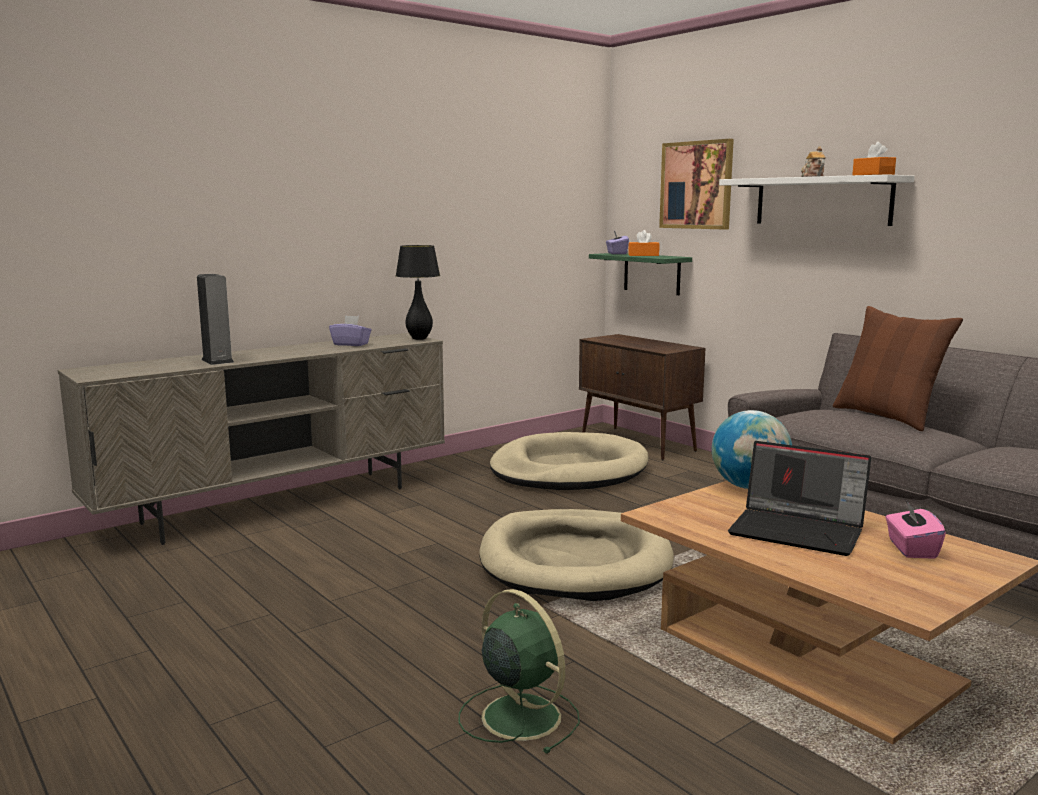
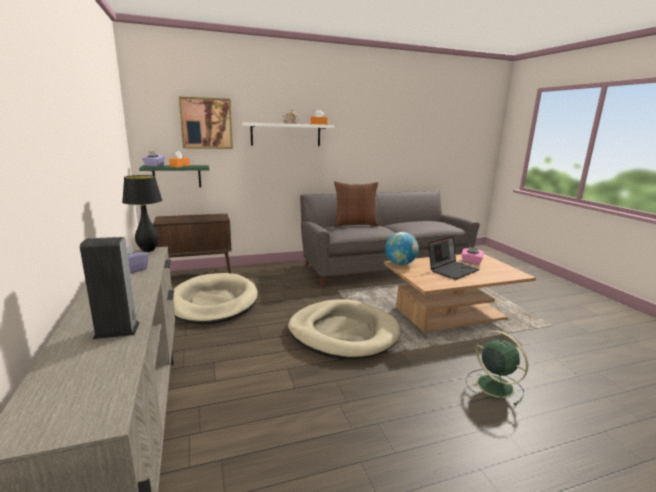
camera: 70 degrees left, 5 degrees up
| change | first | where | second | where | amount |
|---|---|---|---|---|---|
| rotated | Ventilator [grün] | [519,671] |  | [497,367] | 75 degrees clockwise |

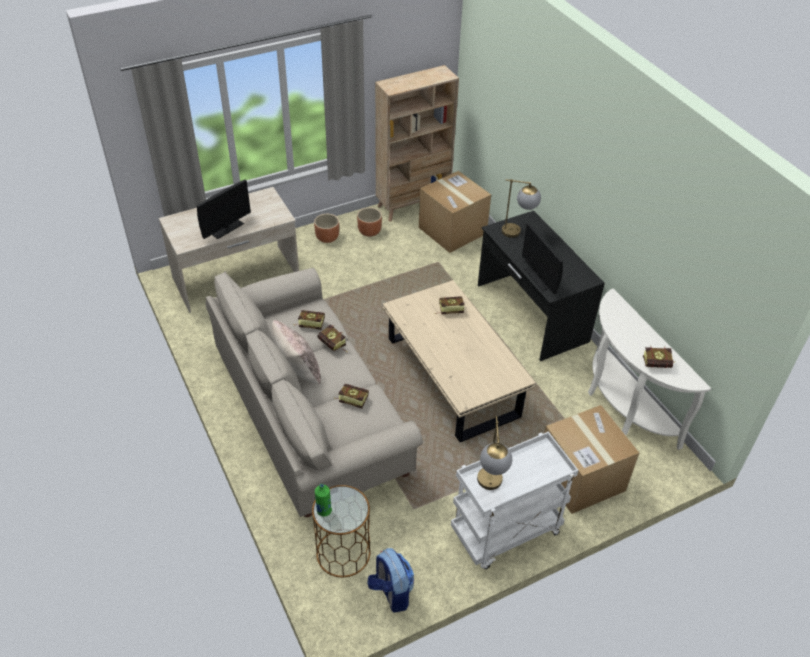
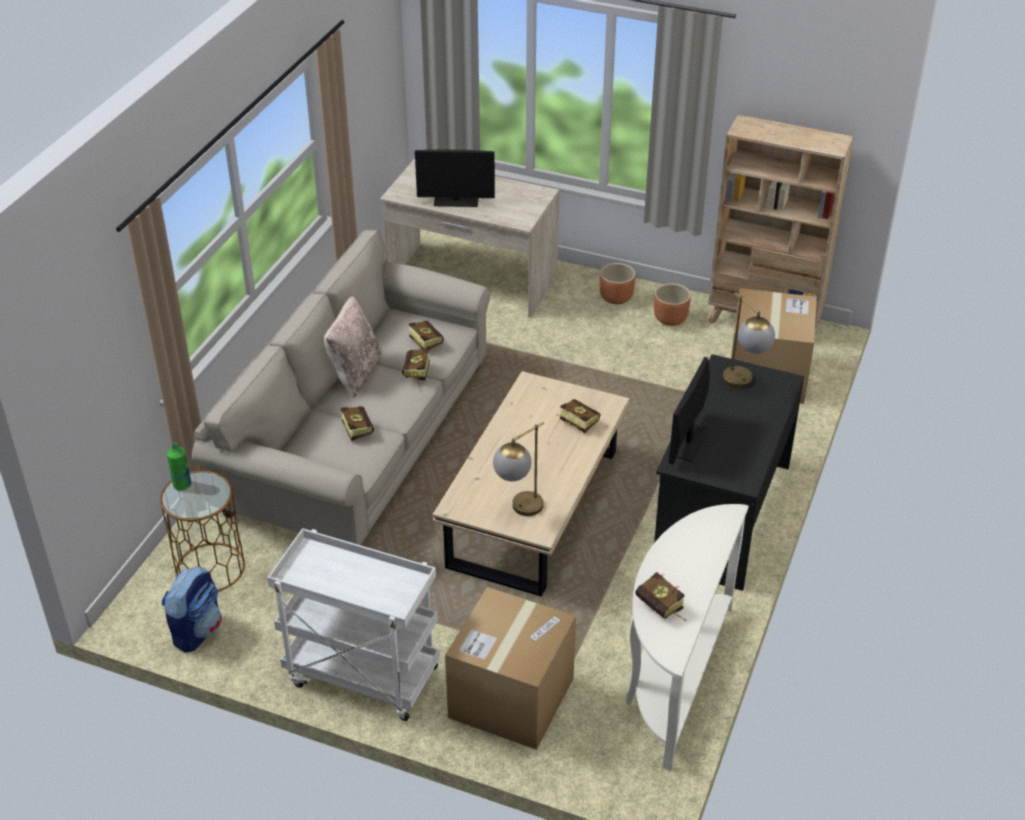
camera: 50 degrees right, 5 degrees down
| change | first | where | second | where | amount |
|---|---|---|---|---|---|
| shifted | Tischlampe | [494,453] |  | [518,469] |  |

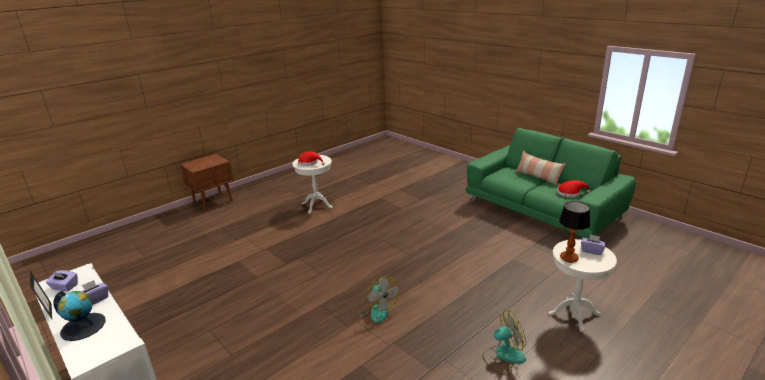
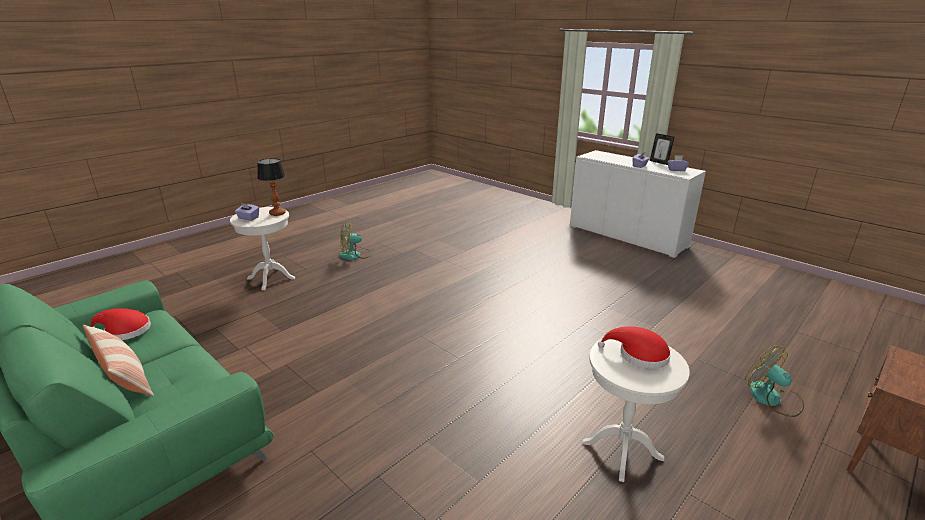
camera: 175 degrees right, 0 degrees up
| change | first | where | second | where | amount |
|---|---|---|---|---|---|
| gone | Globus | [79,316] |  |  |  |
| shifted | Ventilator | [377,299] |  | [774,381] |  |

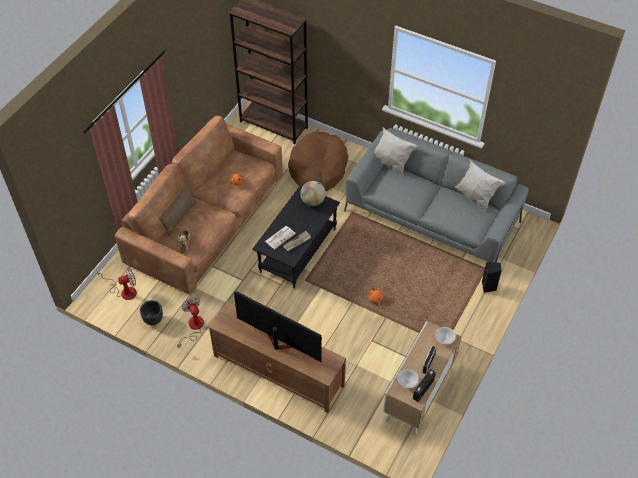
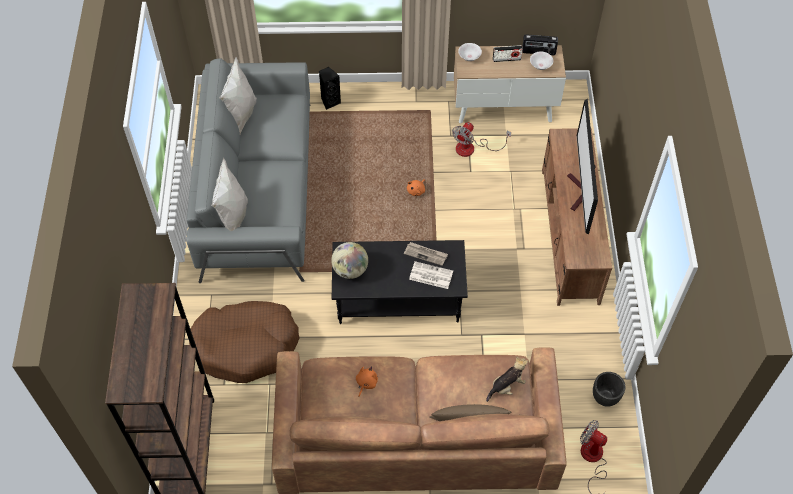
camera: 120 degrees left, 5 degrees up
| change | first | where | second | where | amount |
|---|---|---|---|---|---|
| shifted | Ventilator | [190,322] |  | [481,139] |  |

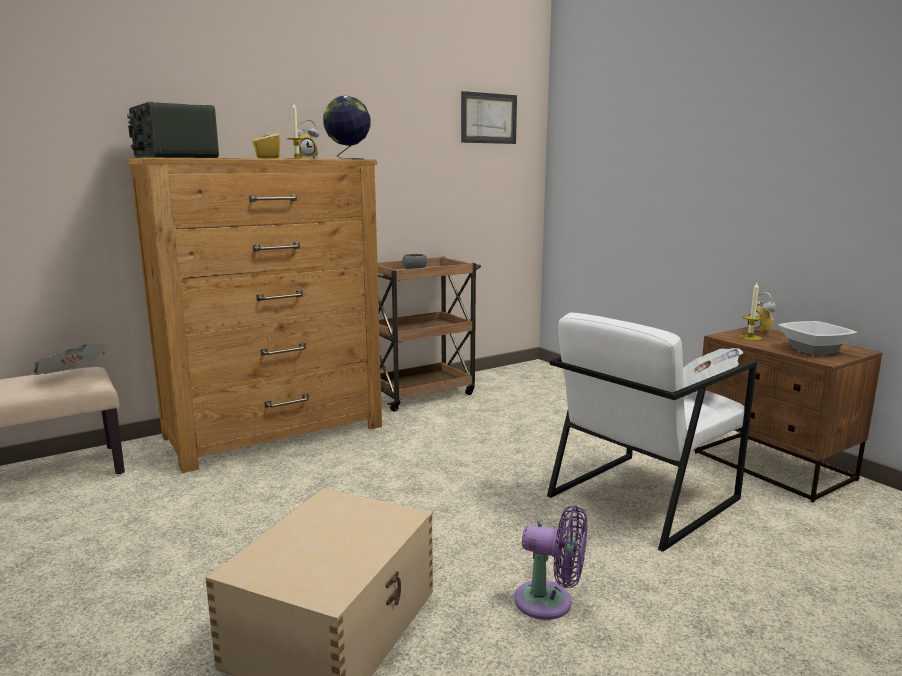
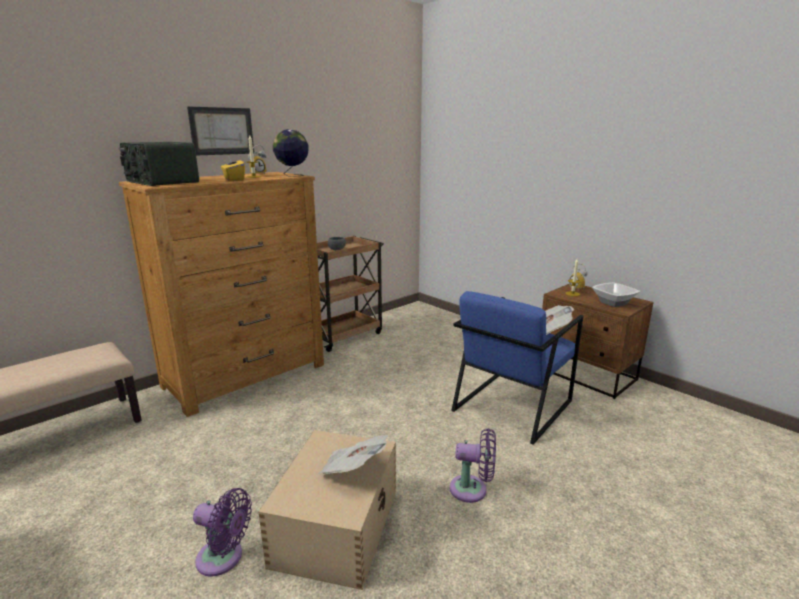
camera: 10 degrees left, 5 degrees up
| change | first | where | second | where | amount |
|---|---|---|---|---|---|
| new |  |  | Ventilator [lila] | [222,532] |  |
| shifted | Zeitung | [69,359] |  | [353,454] |  |
| shifted | Bild | [489,117] |  | [220,131] |  |
| repainted | Sessel [weiß] | [652,432] | Sessel [blau] | [517,368] |  |

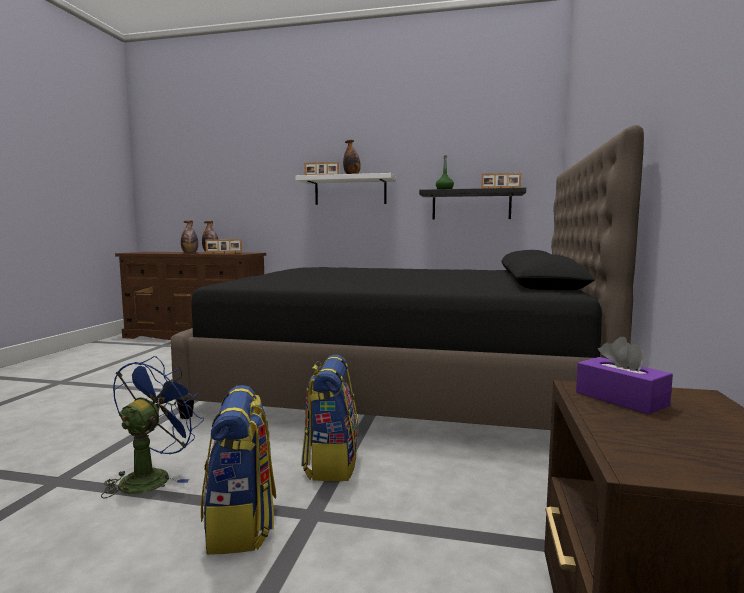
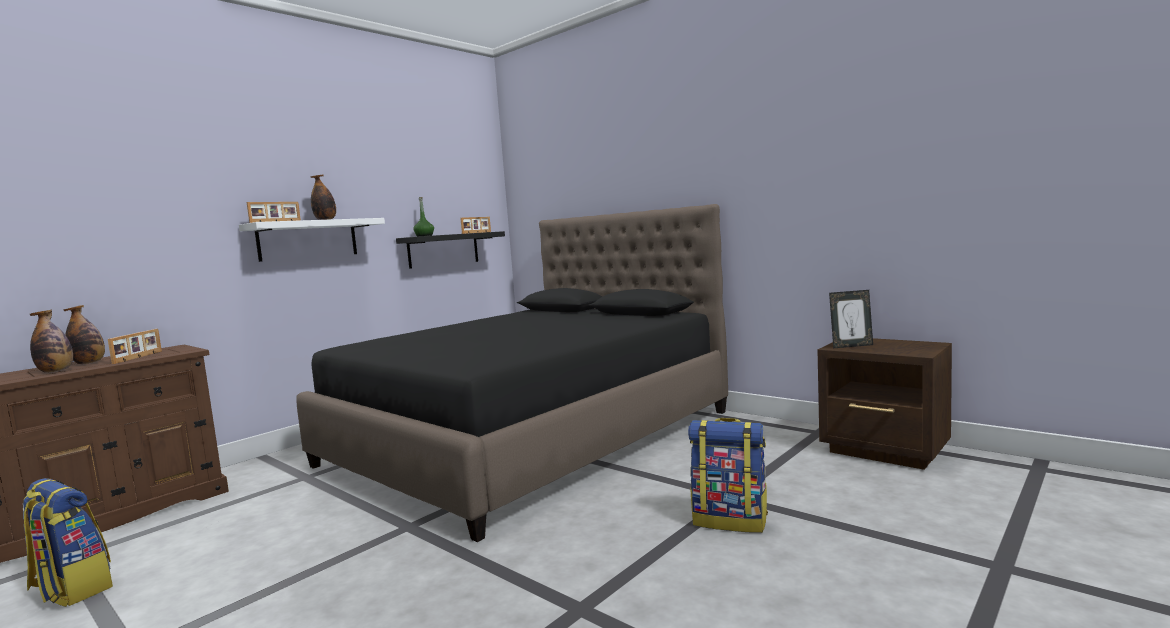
camera: 60 degrees left, 0 degrees up
| change | first | where | second | where | amount |
|---|---|---|---|---|---|
| gone | Ventilator [blau] | [152,427] |  |  |  |
| shifted | Rucksack | [330,418] |  | [67,542] |  |
| swapped | Taschentuchbox [lila] | [624,376] | Bilderrahmen | [851,319] |  |

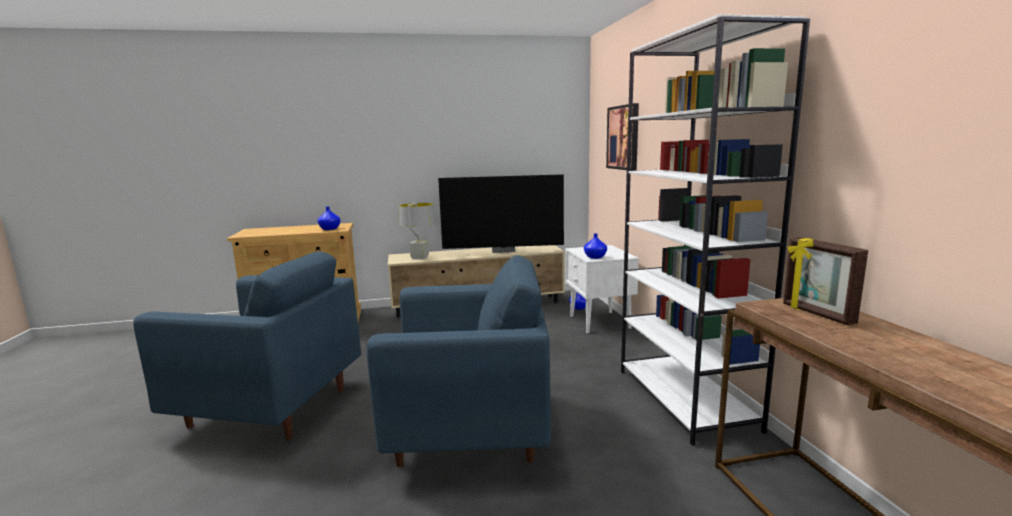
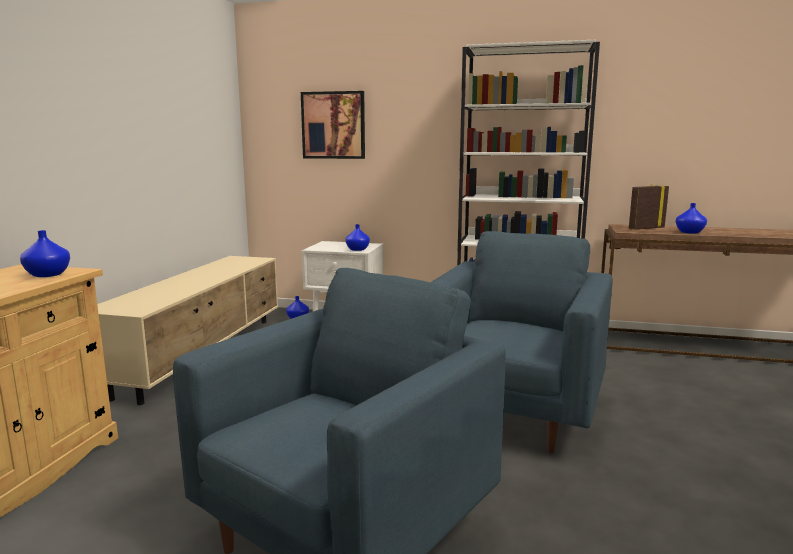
camera: 65 degrees left, 0 degrees up
| change | first | where | second | where | amount |
|---|---|---|---|---|---|
| gone | Tischlampe [grau] | [417,230] |  |  |  |
| gone | Fernseher | [501,213] |  |  |  |
| new |  |  | Vase [blau] | [691,218] |  |
| rotated | Bilderrahmen | [825,281] |  | [649,207] | 150 degrees clockwise |

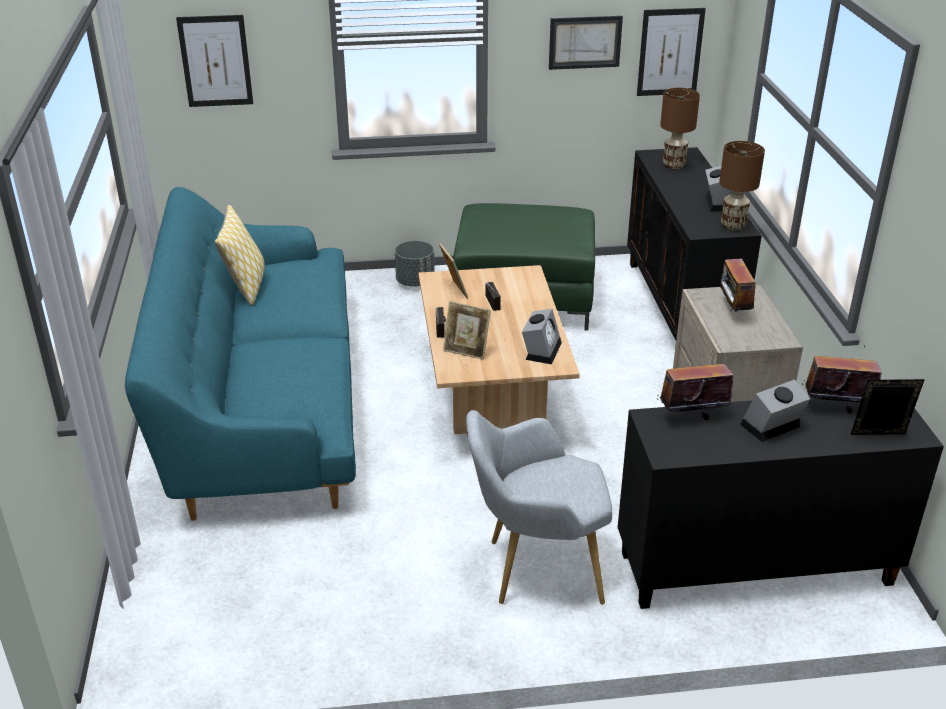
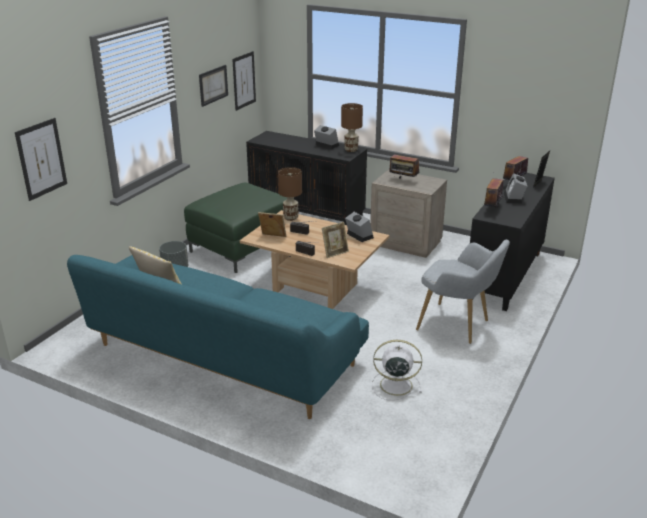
camera: 55 degrees left, 5 degrees down
| change | first | where | second | where | amount |
|---|---|---|---|---|---|
| new |  |  | Ventilator [weiß] | [397,370] |  |
| shifted | Tischlampe [braun] | [680,128] |  | [290,194] |  |
| rotated | Sessel [grau] | [539,507] |  | [463,292] | 90 degrees counterclockwise |

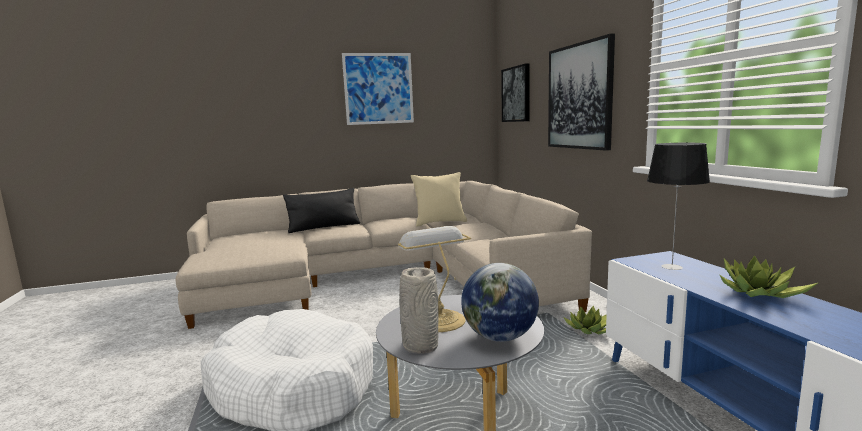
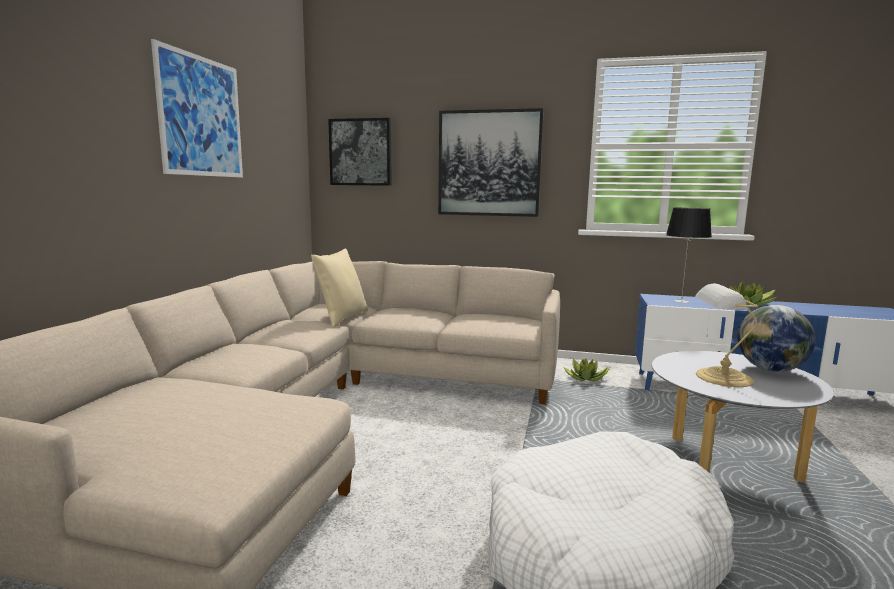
camera: 60 degrees left, 0 degrees up
| change | first | where | second | where | amount |
|---|---|---|---|---|---|
| gone | Kissen [schwarz] | [321,210] |  |  |  |
| gone | Vase [grau] | [419,310] |  |  |  |

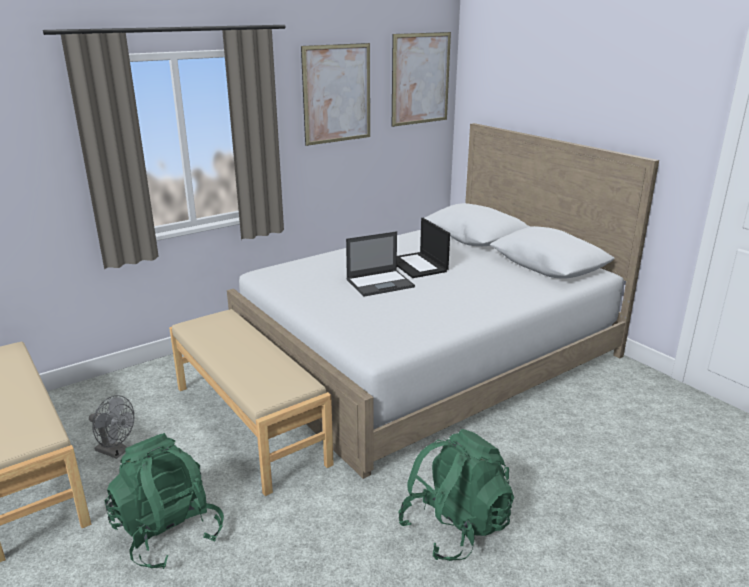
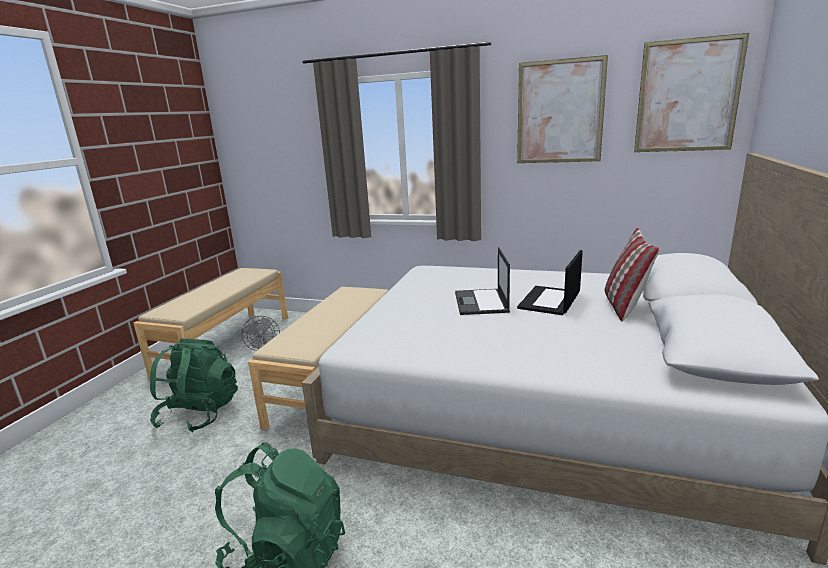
camera: 55 degrees right, 5 degrees down
| change | first | where | second | where | amount |
|---|---|---|---|---|---|
| new |  |  | Kissen | [632,274] |  |
| rotated | Laptop | [380,264] |  | [482,281] | 60 degrees clockwise |

